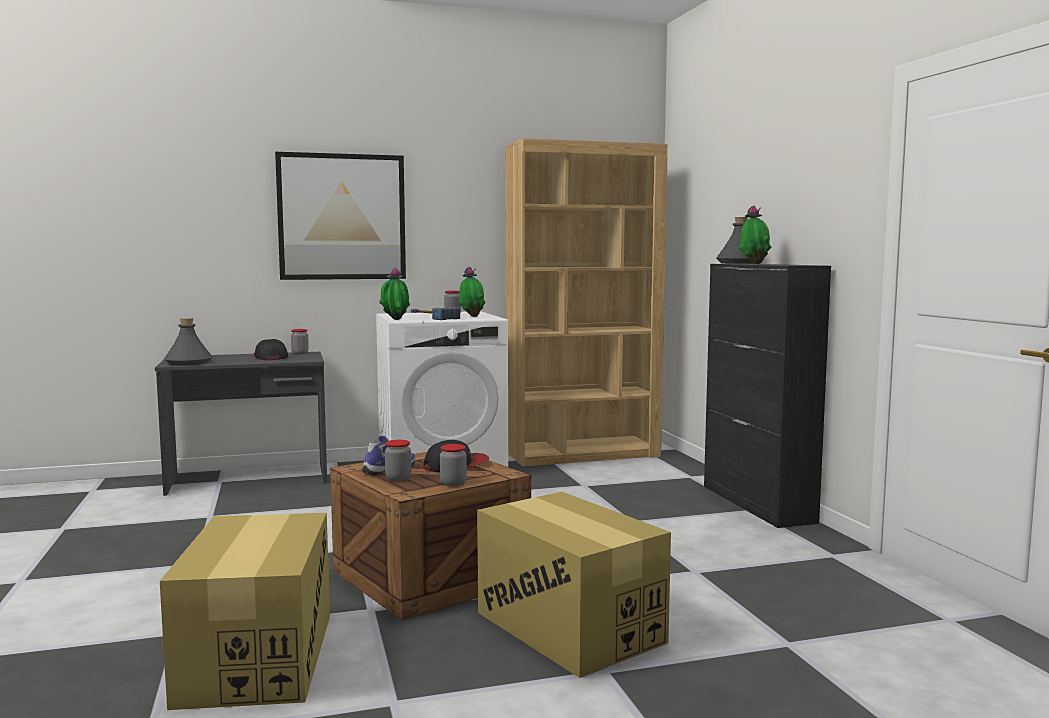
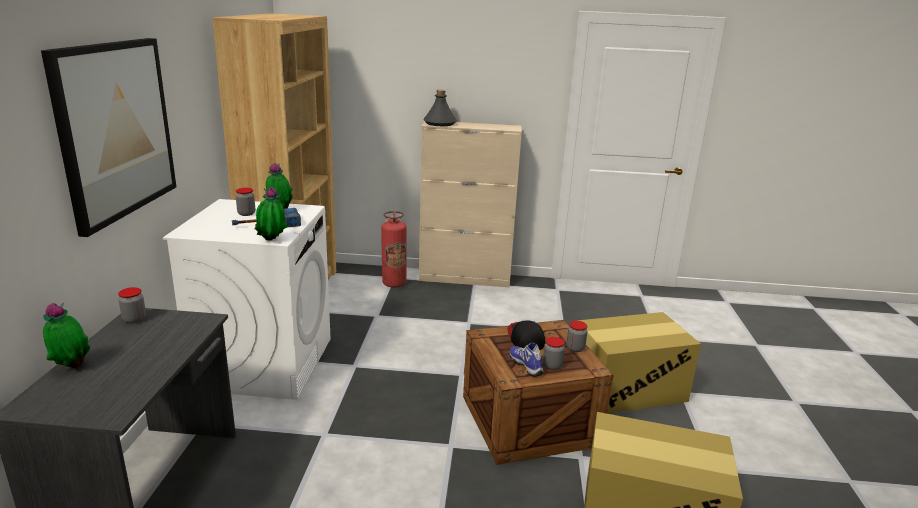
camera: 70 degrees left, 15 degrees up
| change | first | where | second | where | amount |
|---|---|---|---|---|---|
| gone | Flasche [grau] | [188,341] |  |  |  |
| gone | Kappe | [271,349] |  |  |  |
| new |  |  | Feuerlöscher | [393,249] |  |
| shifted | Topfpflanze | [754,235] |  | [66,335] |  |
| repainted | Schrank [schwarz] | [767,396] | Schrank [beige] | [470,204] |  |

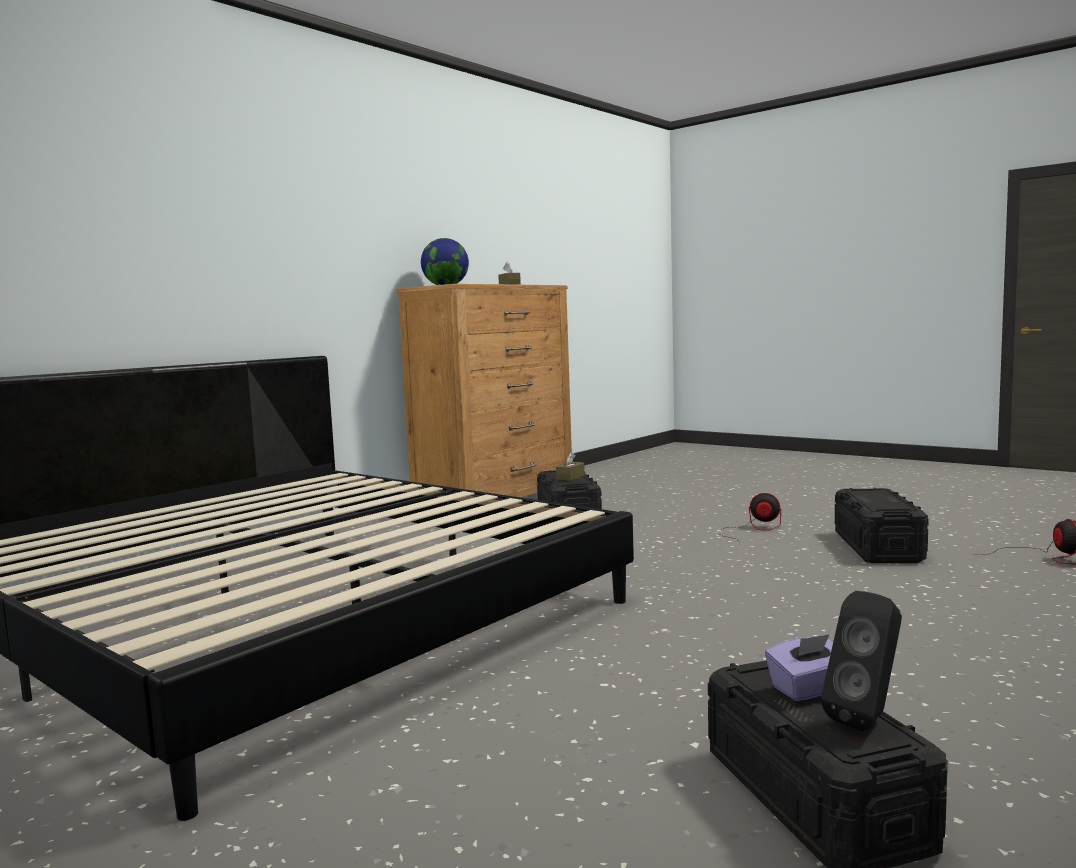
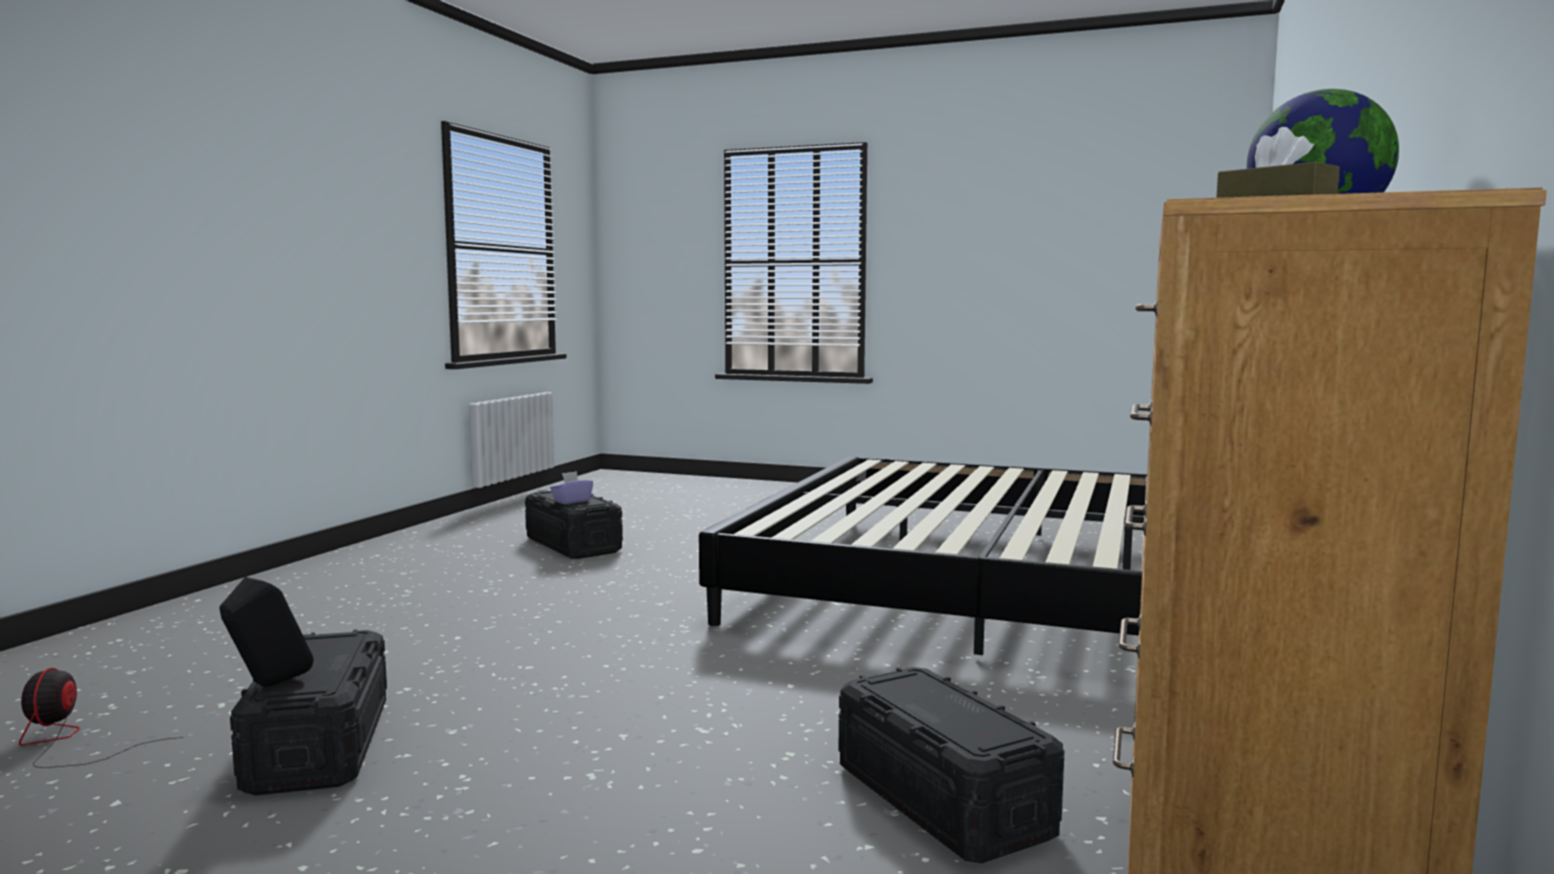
camera: 160 degrees right, 0 degrees up
| change | first | where | second | where | amount |
|---|---|---|---|---|---|
| gone | Taschentuchbox [braun] | [570,466] |  |  |  |
| gone | Ventilator | [750,518] |  |  |  |
| shifted | Lautsprecher [schwarz] | [861,661] |  | [266,632] |  |

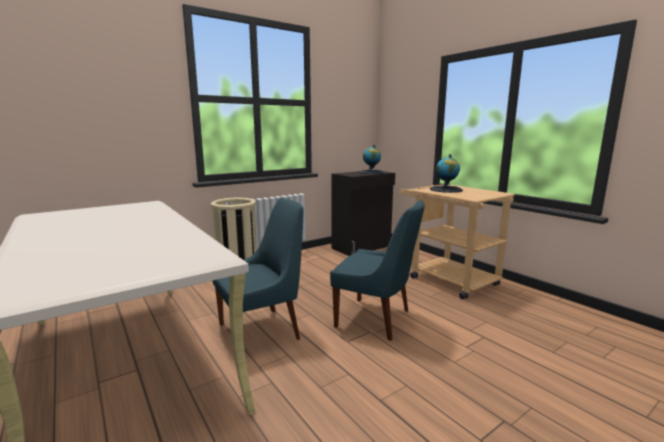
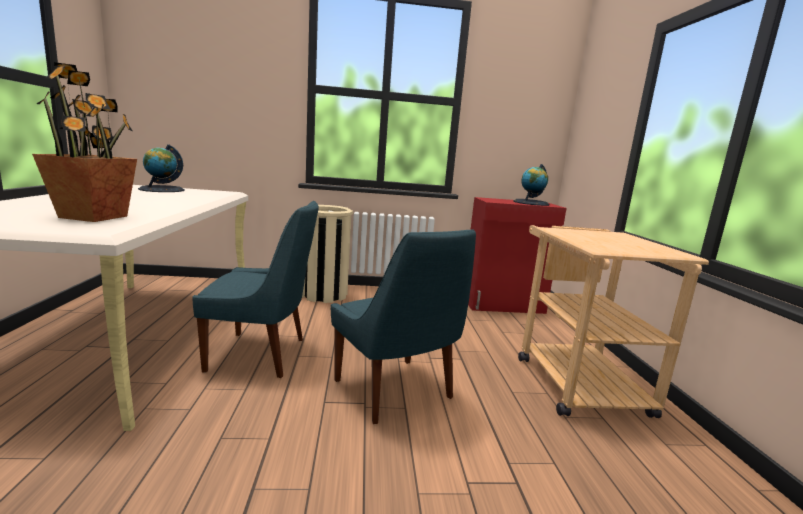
camera: 30 degrees right, 0 degrees up
| change | first | where | second | where | amount |
|---|---|---|---|---|---|
| new |  |  | Topfpflanze | [84,142] |  |
| shifted | Globus | [446,173] |  | [161,168] |  |
| repainted | Schrank [schwarz] | [363,213] | Schrank [rot] | [517,255] |  |

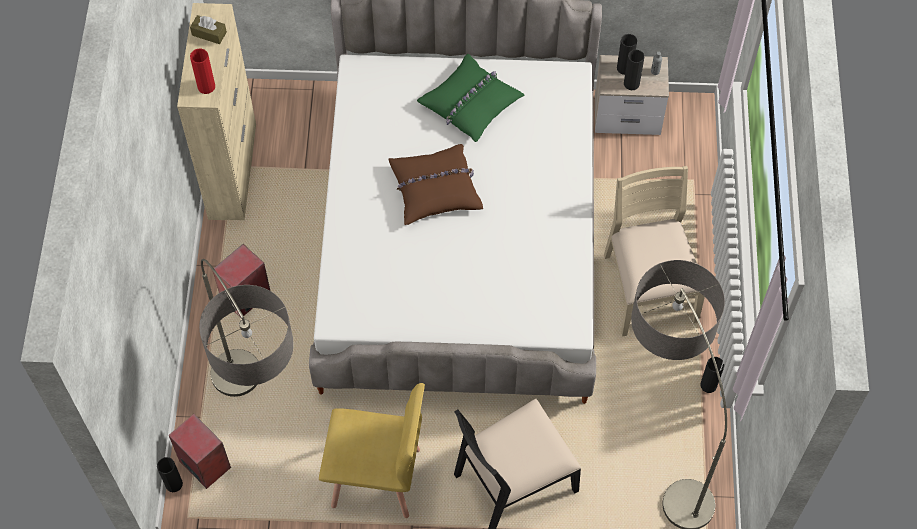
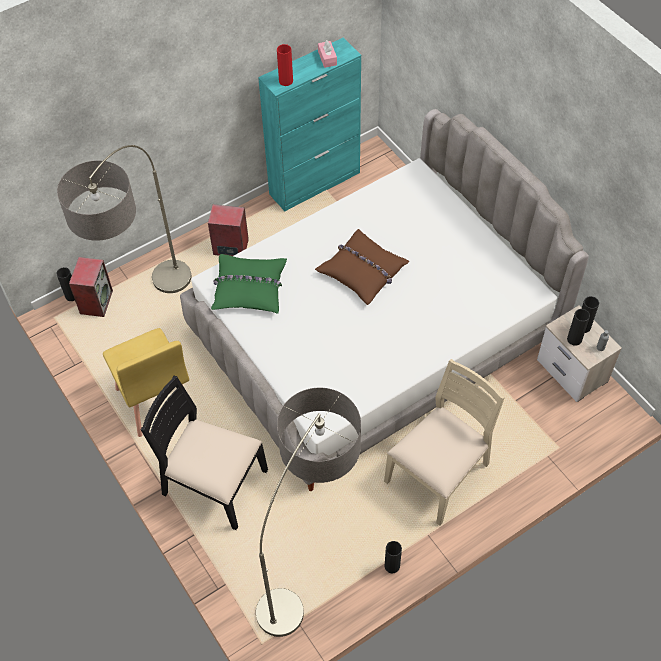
camera: 55 degrees right, 5 degrees down
| change | first | where | second | where | amount |
|---|---|---|---|---|---|
| shifted | Kissen [grün] | [471,98] |  | [249,284] |  |
| repainted | Schrank [beige] | [216,111] | Schrank [türkis] | [309,124] |  |
| repainted | Taschentuchbox [braun] | [208,29] | Taschentuchbox [rosa] | [327,54] |  |

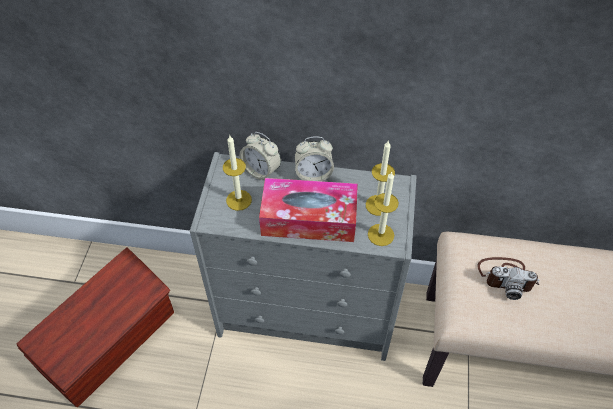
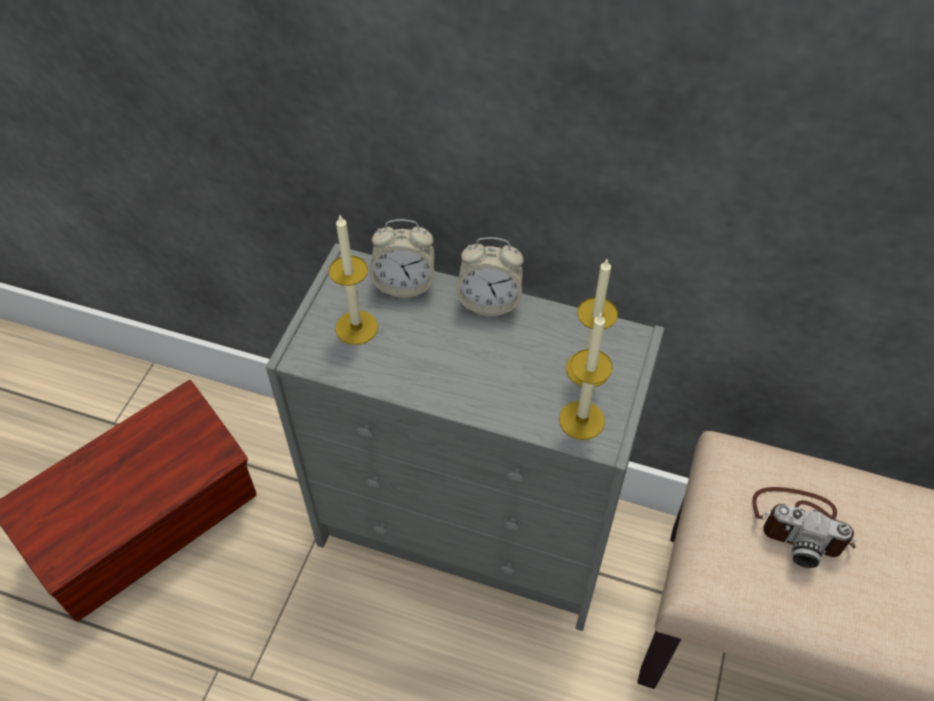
camera: 10 degrees right, 0 degrees up
| change | first | where | second | where | amount |
|---|---|---|---|---|---|
| gone | Taschentuchbox | [308,210] |  |  |  |
| rotated | Wecker | [260,156] |  | [402,258] | 45 degrees counterclockwise |

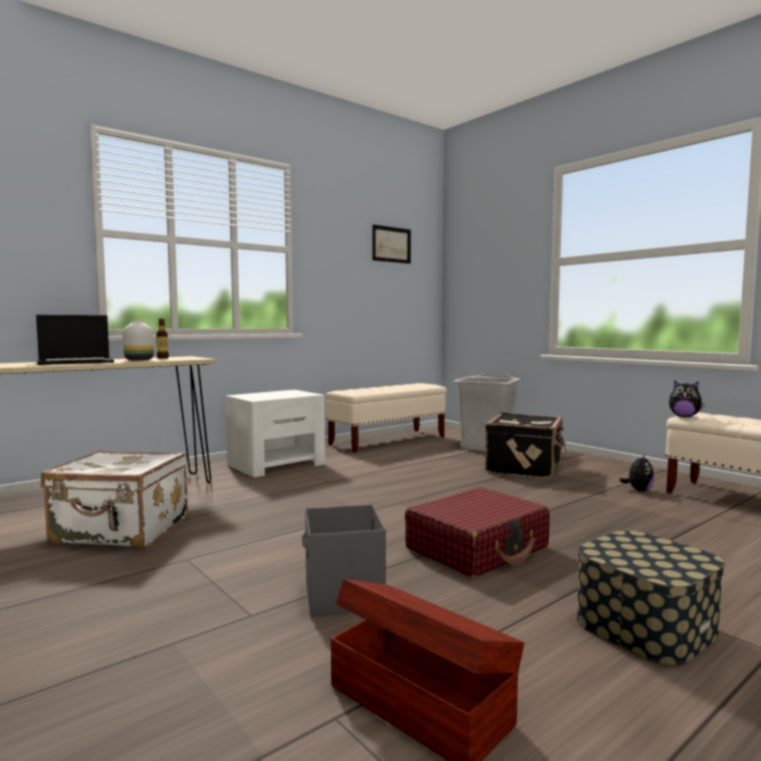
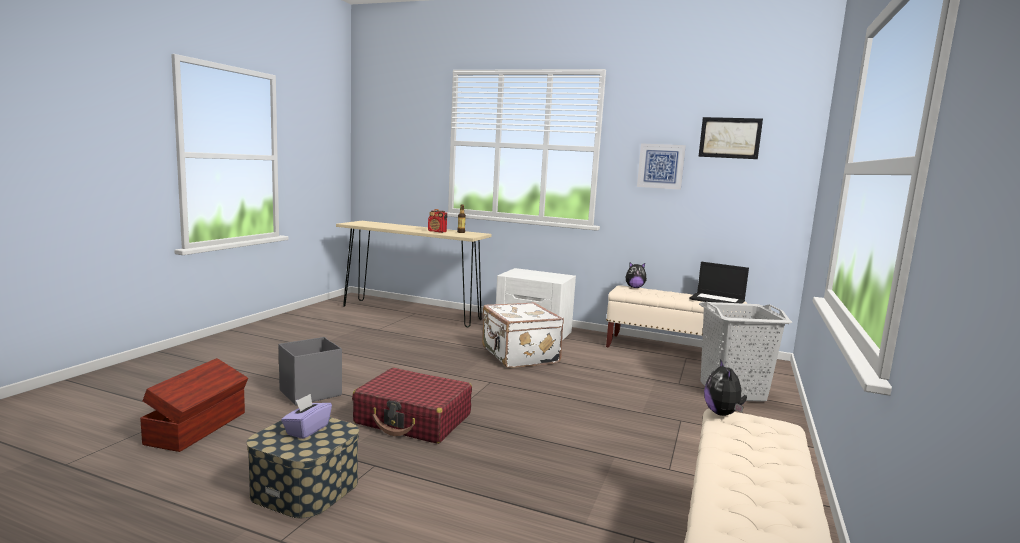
camera: 60 degrees right, 5 degrees up
| change | first | where | second | where | amount |
|---|---|---|---|---|---|
| gone | Koffer [schwarz] | [525,445] |  |  |  |
| new |  |  | Taschentuchbox [lila] | [306,416] |  |
| new |  |  | Bild | [661,166] |  |
| shifted | Laptop | [75,340] |  | [719,283] |  |
| shifted | Koffer [weiß] | [114,498] |  | [523,335] |  |
| shifted | Plüschtier | [636,472] |  | [636,275] |  |
| swapped | Vase [weiß] | [138,340] | Radio | [437,221] |  |

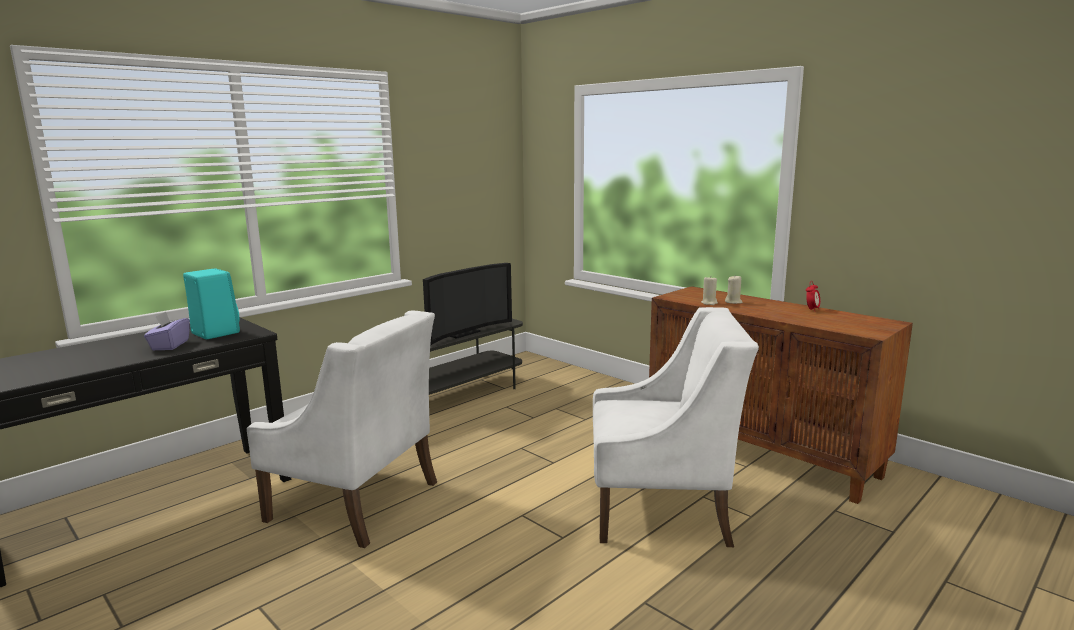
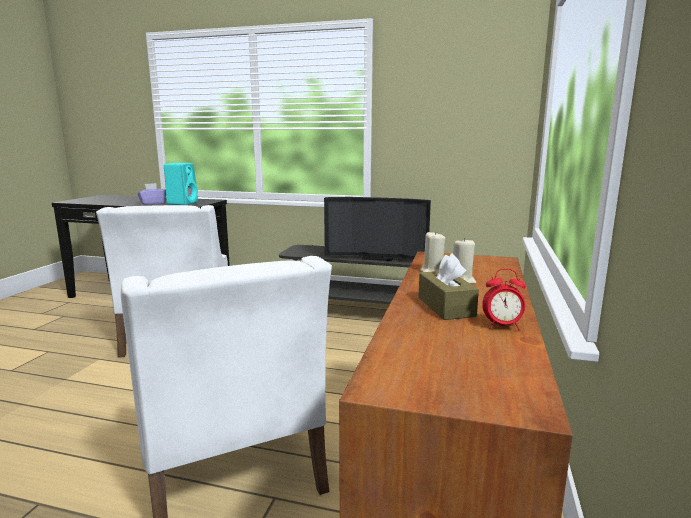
camera: 60 degrees right, 0 degrees up
| change | first | where | second | where | amount |
|---|---|---|---|---|---|
| new |  |  | Taschentuchbox [braun] | [448,286] |  |

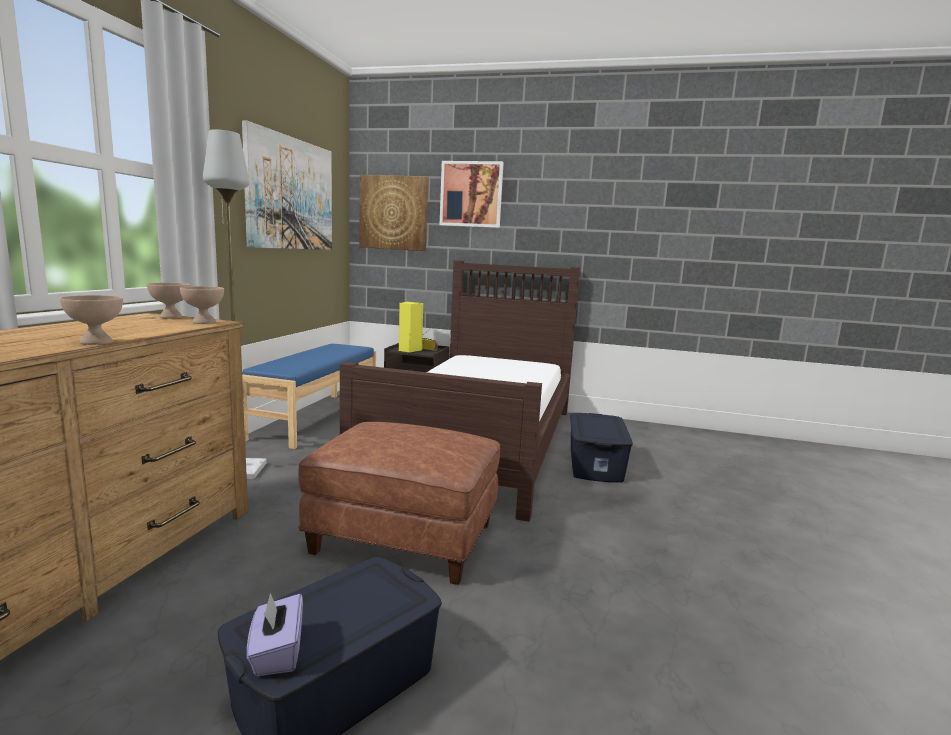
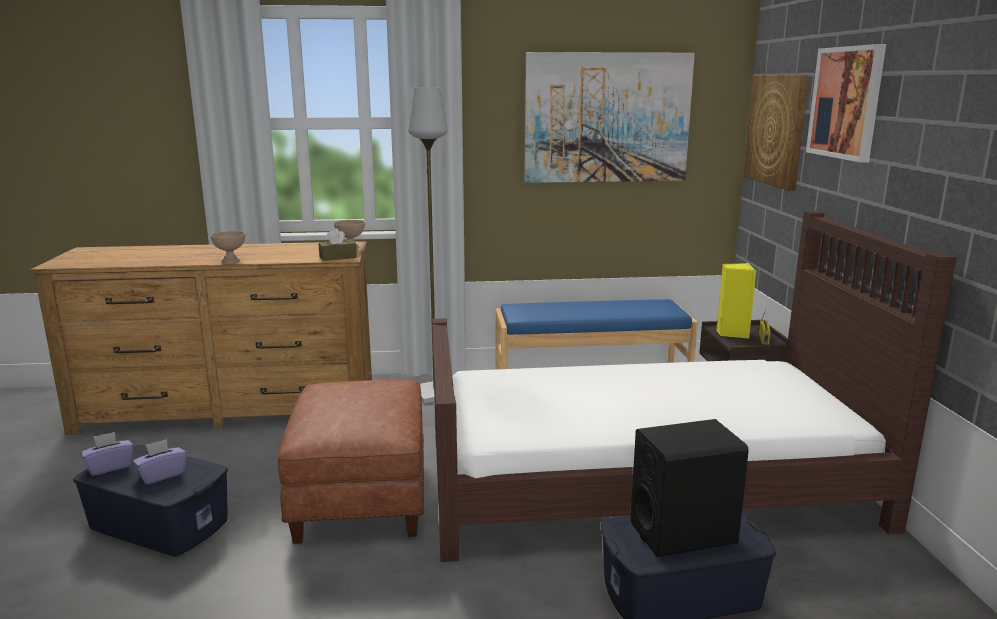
camera: 70 degrees right, 5 degrees up
| change | first | where | second | where | amount |
|---|---|---|---|---|---|
| new |  |  | Taschentuchbox [lila] | [160,462] |  |
| new |  |  | Lautsprecher [schwarz] | [689,488] |  |
| swapped | Schüssel [beige] | [202,305] | Taschentuchbox [braun] | [338,244] |  |

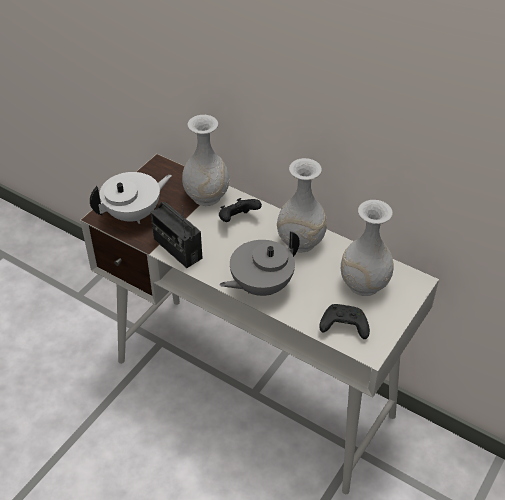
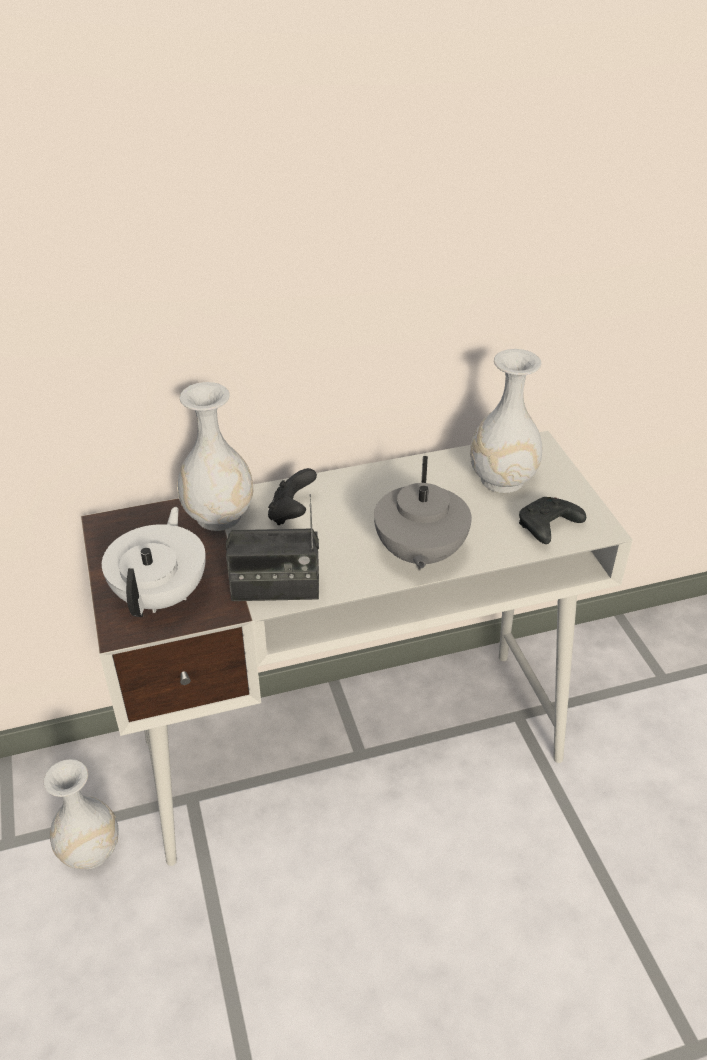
camera: 50 degrees left, 5 degrees down
| change | first | where | second | where | amount |
|---|---|---|---|---|---|
| shifted | Vase [weiß] | [302,205] |  | [81,814] |  |

